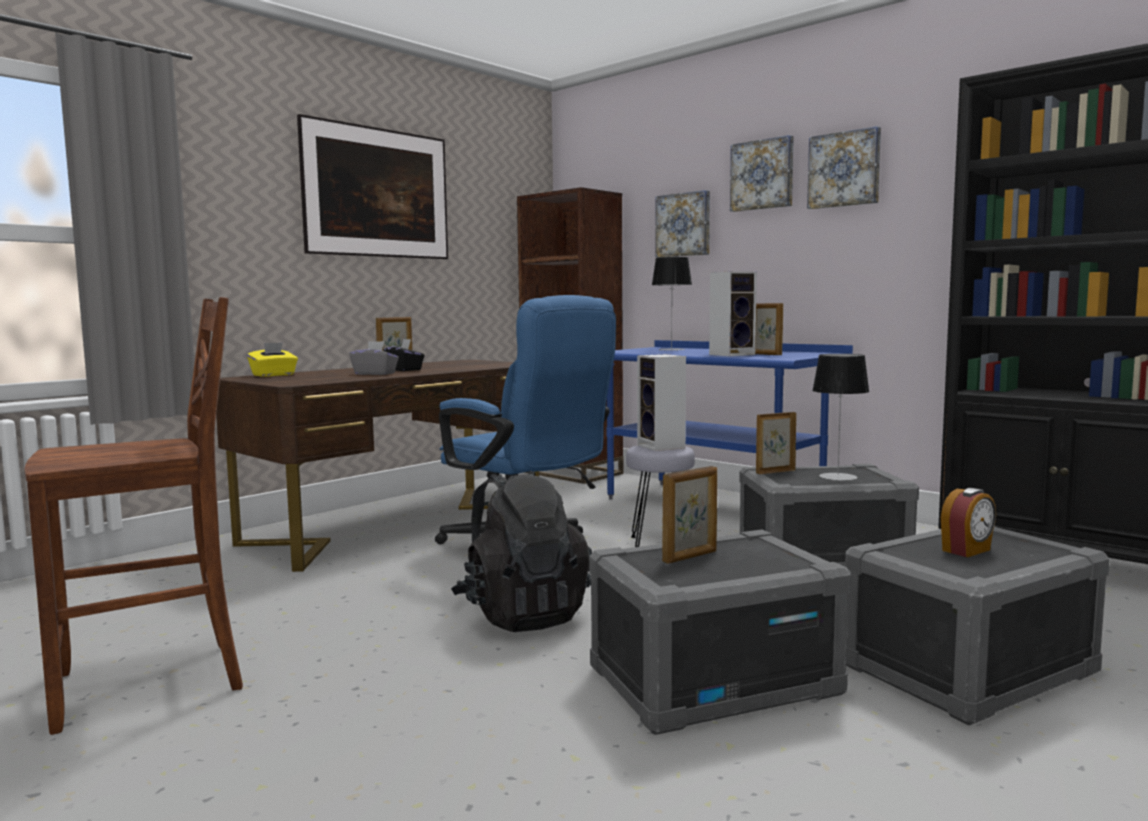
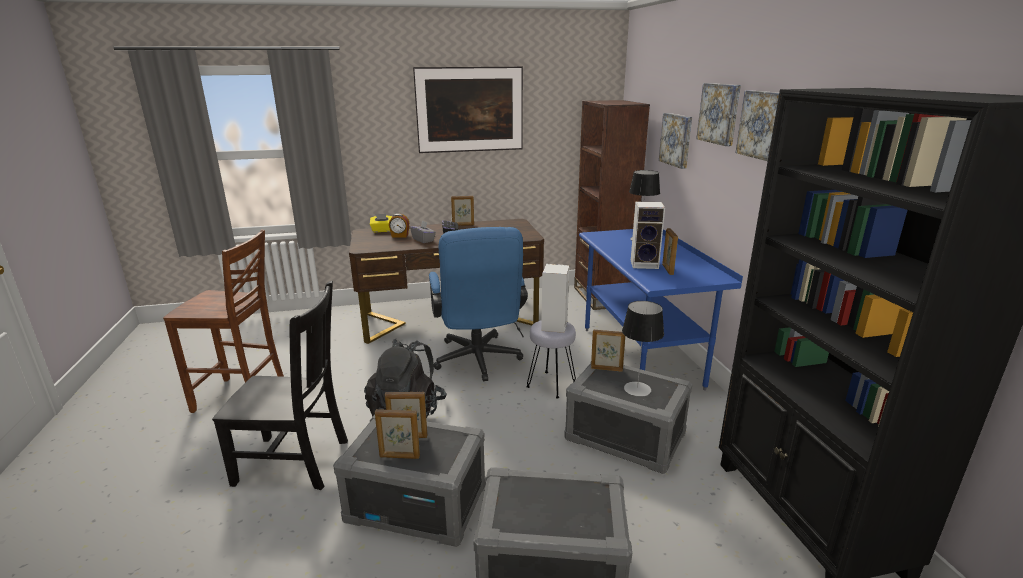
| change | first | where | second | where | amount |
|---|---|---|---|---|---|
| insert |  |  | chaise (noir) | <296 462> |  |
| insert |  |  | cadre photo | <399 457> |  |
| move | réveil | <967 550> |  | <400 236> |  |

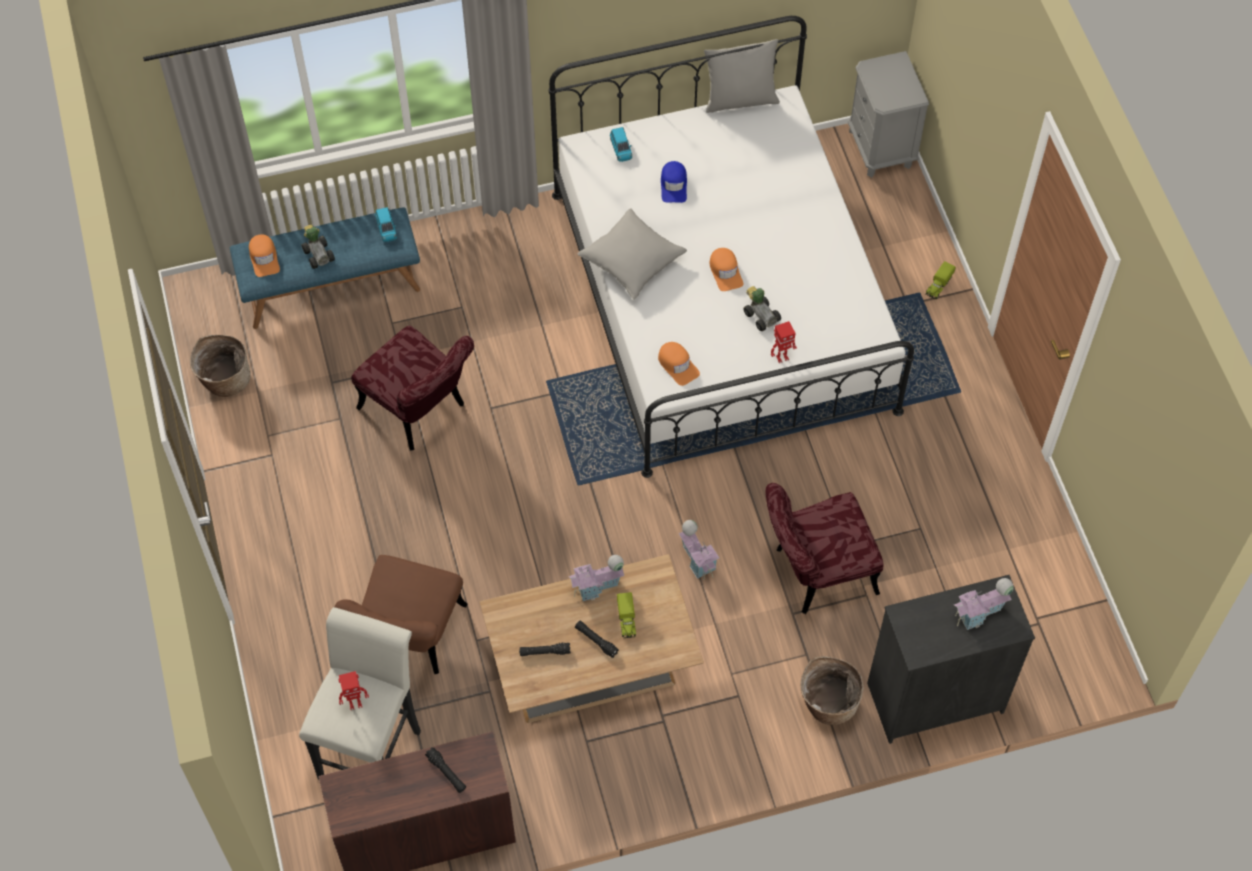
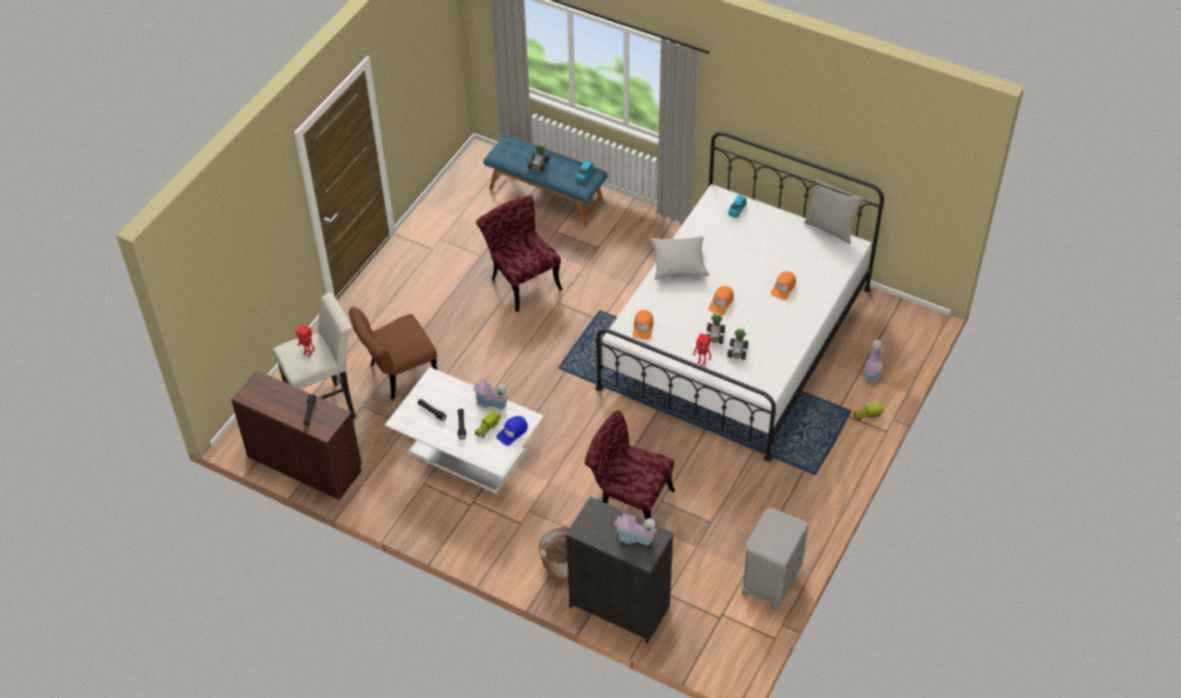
| change | first | where | second | where | amount |
|---|---|---|---|---|---|
| recolor | table basse (marron) | <592 663> | table basse (blanc) | <469 452> |  |
| rotate | chaise (rouge) | <419 412> |  | <521 280> | 150 degrees clockwise |
| move | casquette (bleu) | <674 185> |  | <512 432> |  |
| insert |  |  | petite voiture | <738 350> |  |
| move | table de chevet (gris) | <881 148> |  | <770 583> |  |
| move | casquette (orange) | <264 258> |  | <783 287> |  |
| move | maison miniature | <698 560> |  | <872 372> |  |
| delete | panier | <224 380> |  |  |  |

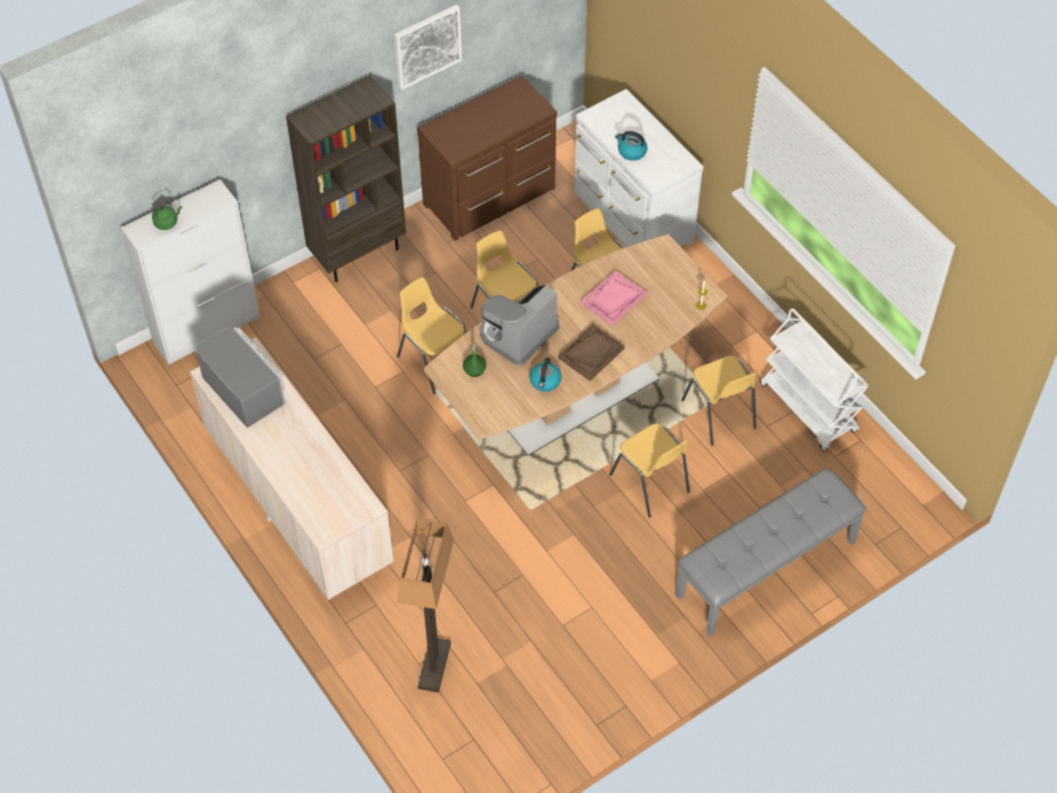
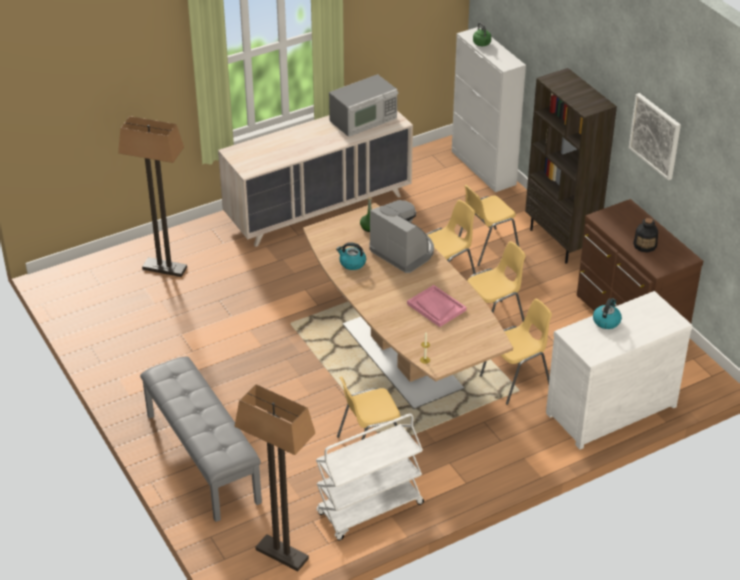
| change | first | where | second | where | amount |
|---|---|---|---|---|---|
| insert |  |  | lampadaire | <281 554> |  |
| move | chaise (jaune) | <650 484> |  | <486 247> |  |
| insert |  |  | bouteille | <645 245> |  |
| delete | plateau (marron) | <591 353> |  |  |  |

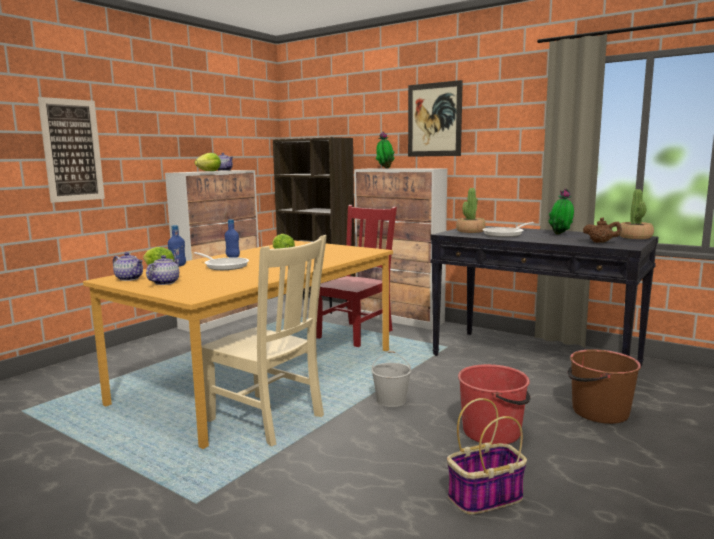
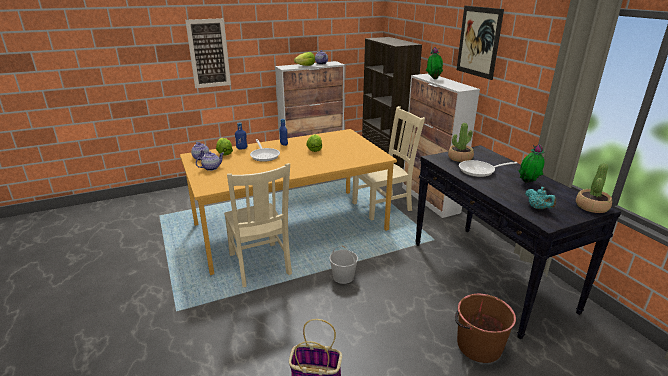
| change | first | where | second | where | amount |
|---|---|---|---|---|---|
| recolor | chaise (rouge) | <356 333> | chaise (beige) | <383 206> |  |
| recolor | théière (marron) | <601 242> | théière (turquoise) | <538 208> |  |
| delete | seau (rouge) | <492 432> |  |  |  |

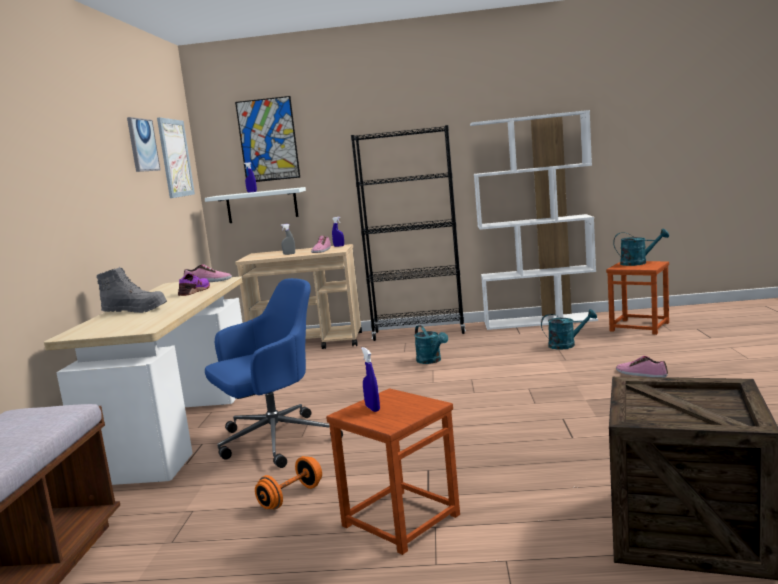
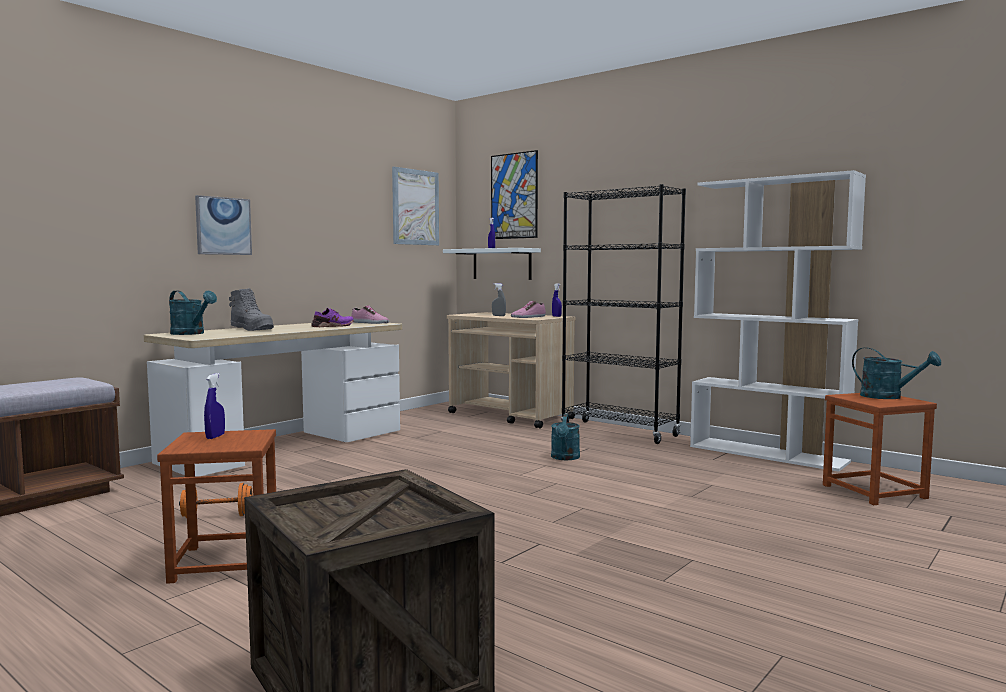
| change | first | where | second | where | amount |
|---|---|---|---|---|---|
| move | arrosoir (turquoise) | <567 345> |  | <191 333> |  |
| move | tableau | <142 145> |  | <223 226> |  |
| delete | chaise de bureau (bleu) | <274 441> |  |  |  |
| delete | chaussure | <641 373> |  |  |  |

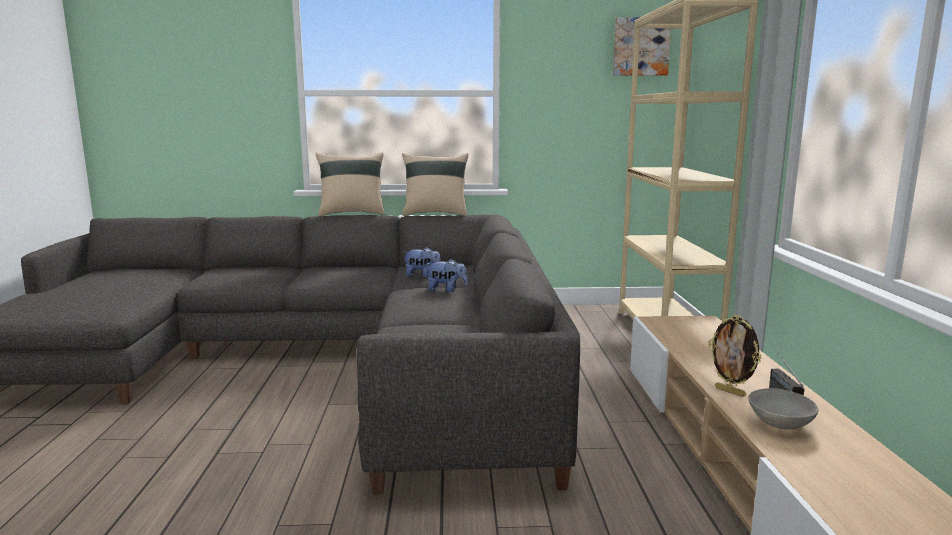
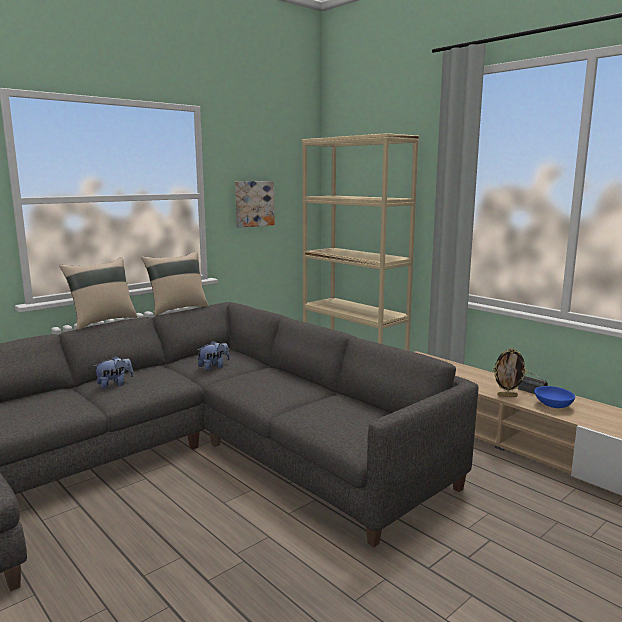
| change | first | where | second | where | amount |
|---|---|---|---|---|---|
| move | peluche | <446 290> |  | <114 384> |  |
| move | tableau | <640 47> |  | <253 203> |  |
| recolor | bol (gris) | <781 423> | bol (bleu) | <553 405> |  |

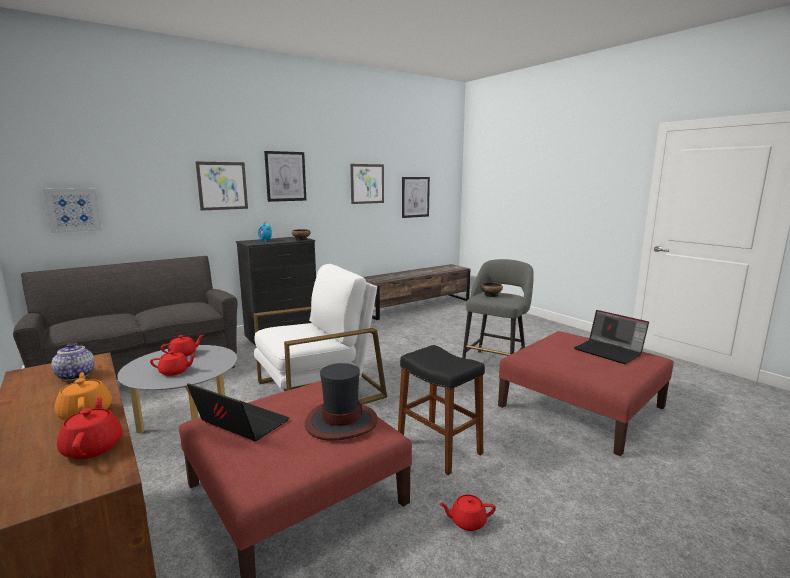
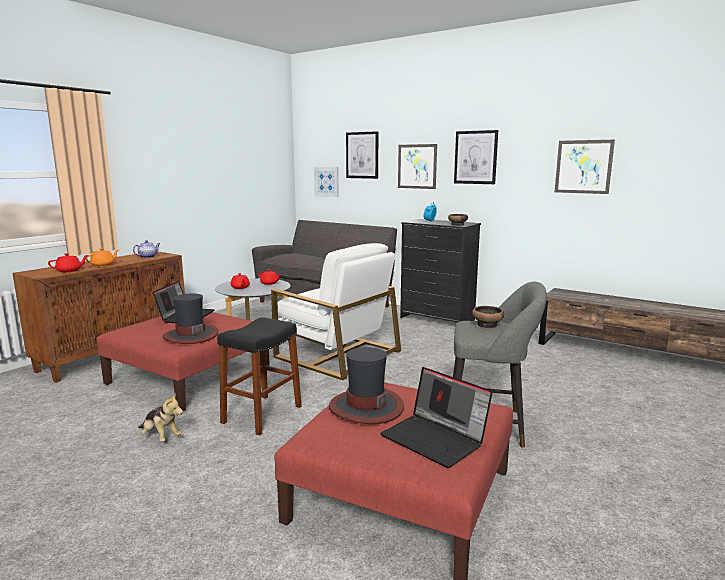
| change | first | where | second | where | amount |
|---|---|---|---|---|---|
| replace | théière (rouge) | <467 521> | peluche | <160 437> |  |
| insert |  |  | chapeau | <365 407> |  |
| move | tableau | <415 197> |  | <362 155> |  |
| rotate | ordinateur portable | <609 352> |  | <436 439> | 75 degrees counterclockwise |

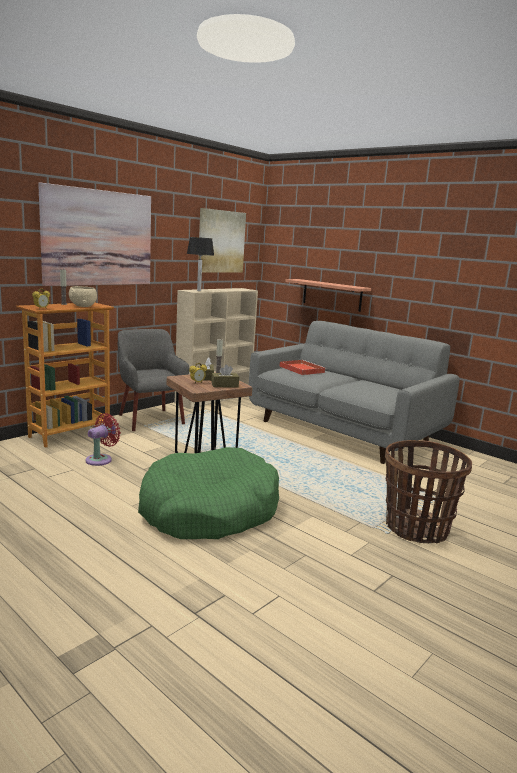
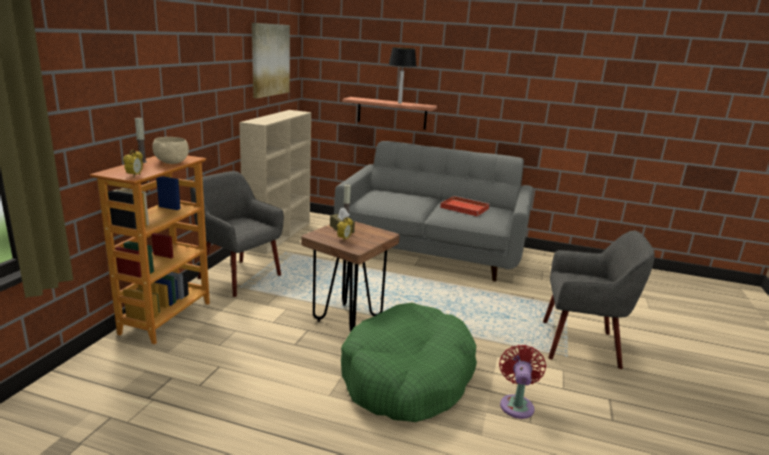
| change | first | where | second | where | amount |
|---|---|---|---|---|---|
| move | lampe de table | <199 291> |  | <399 103> |  |
| move | plateau (rouge) | <301 369> |  | <463 208> |  |
| move | ventilateur (rouge) | <101 459> |  | <517 404> |  |
| replace | panier | <416 529> | fauteuil (gris) | <581 344> |  |
| delete | tableau | <98 238> |  |  |  |
| delete | boîte à mouchoirs (marron) | <224 385> |  |  |  |

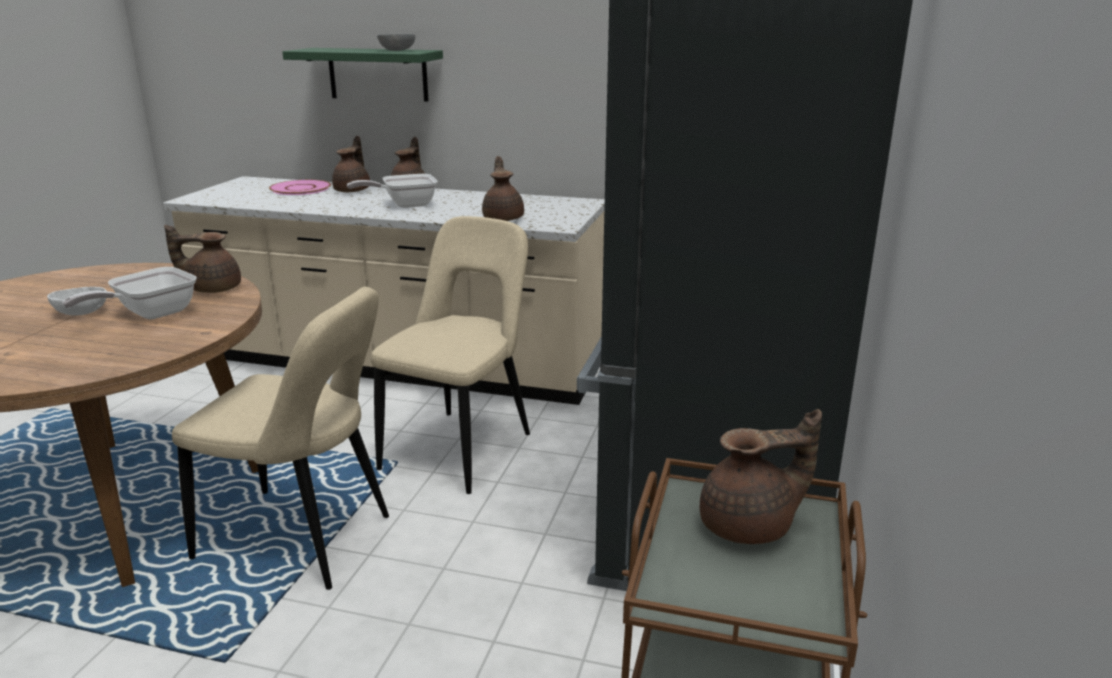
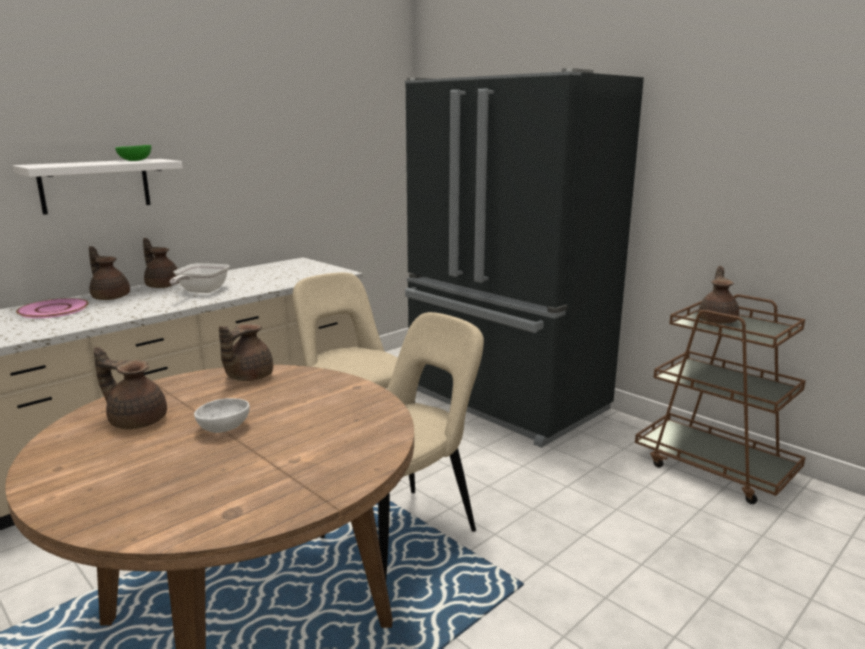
| change | first | where | second | where | amount |
|---|---|---|---|---|---|
| recolor | étagère (vert) | <378 74> | étagère (blanc) | <95 185> |  |
| move | théière (marron) | <503 218> |  | <136 420> |  |
| recolor | bol (gris) | <396 50> | bol (vert) | <134 160> |  |
| delete | poêle | <149 314> |  |  |  |

